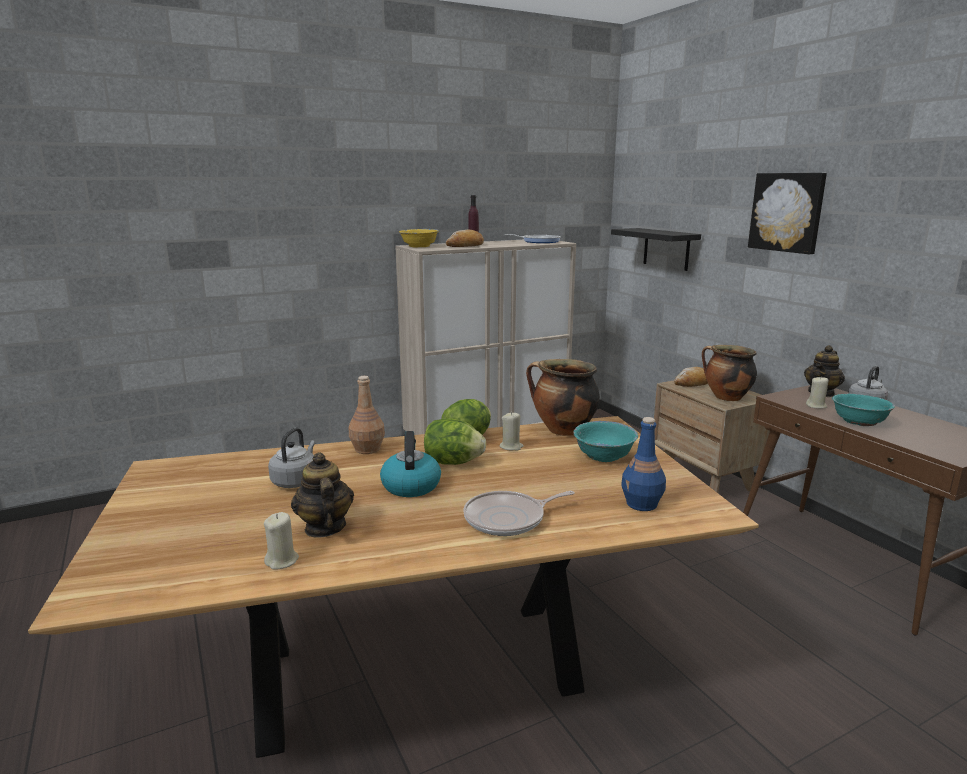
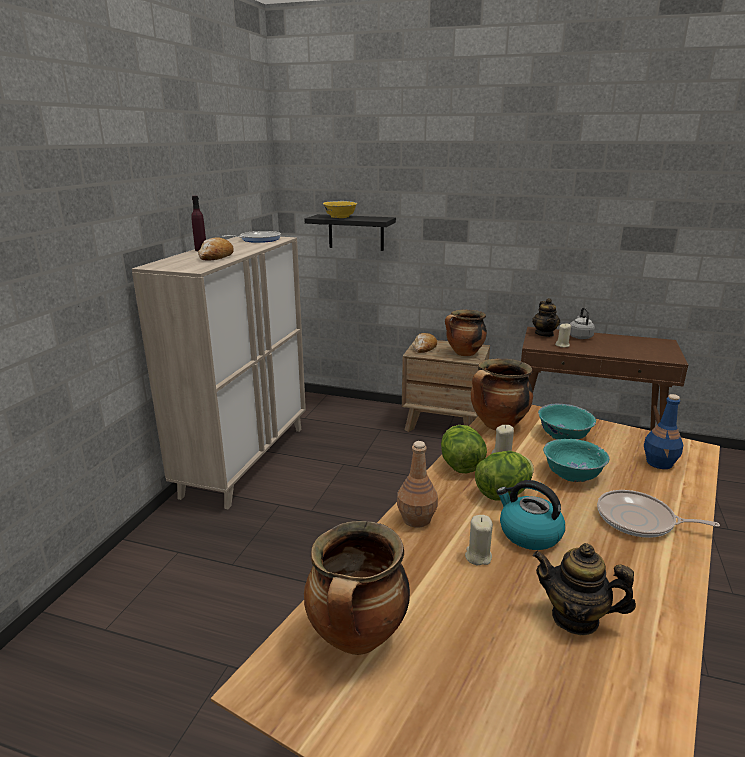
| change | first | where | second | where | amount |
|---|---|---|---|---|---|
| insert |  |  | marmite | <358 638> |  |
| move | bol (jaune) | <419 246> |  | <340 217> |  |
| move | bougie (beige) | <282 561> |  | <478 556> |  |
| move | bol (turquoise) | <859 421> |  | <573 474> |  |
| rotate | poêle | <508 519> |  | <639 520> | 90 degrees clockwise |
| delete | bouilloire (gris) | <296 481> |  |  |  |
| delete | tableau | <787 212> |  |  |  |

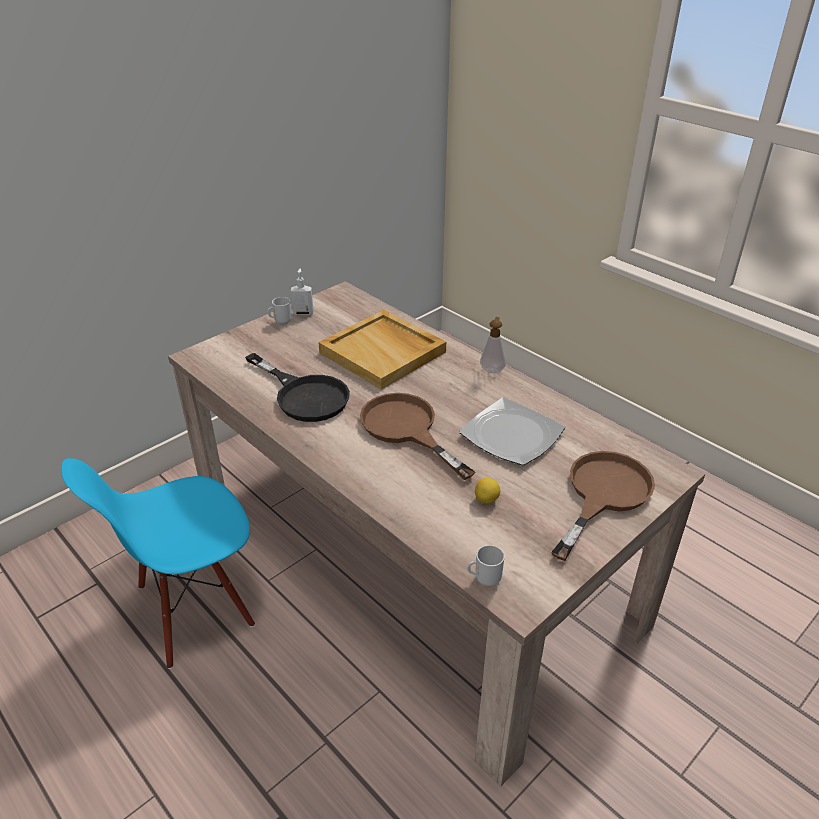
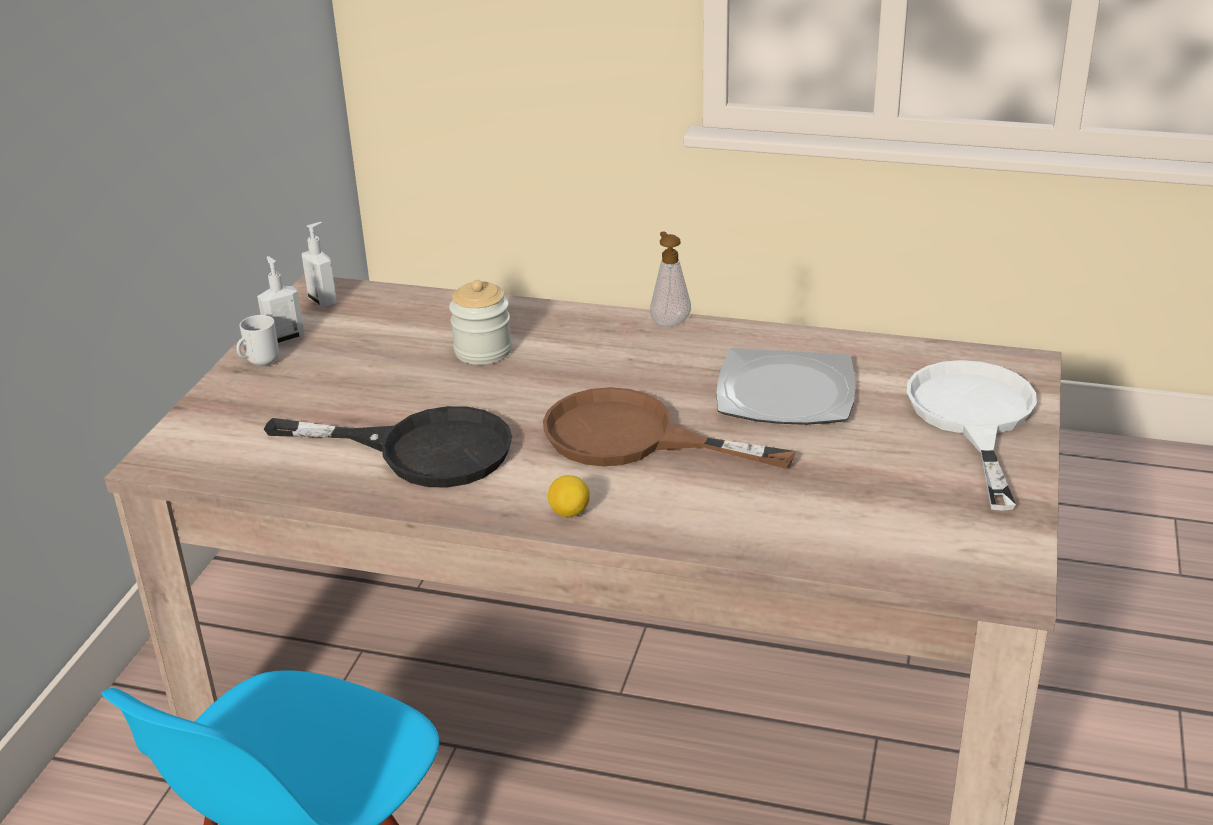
| change | first | where | second | where | amount |
|---|---|---|---|---|---|
| insert |  |  | distributeur de savon | <323 301> |  |
| replace | plateau (beige) | <384 352> | bocal | <483 351> |  |
| move | citron | <487 499> |  | <569 512> |  |
| recolor | poêle (marron) | <603 494> | poêle (blanc) | <973 418> |  |
| delete | mug | <485 579> |  |  |  |

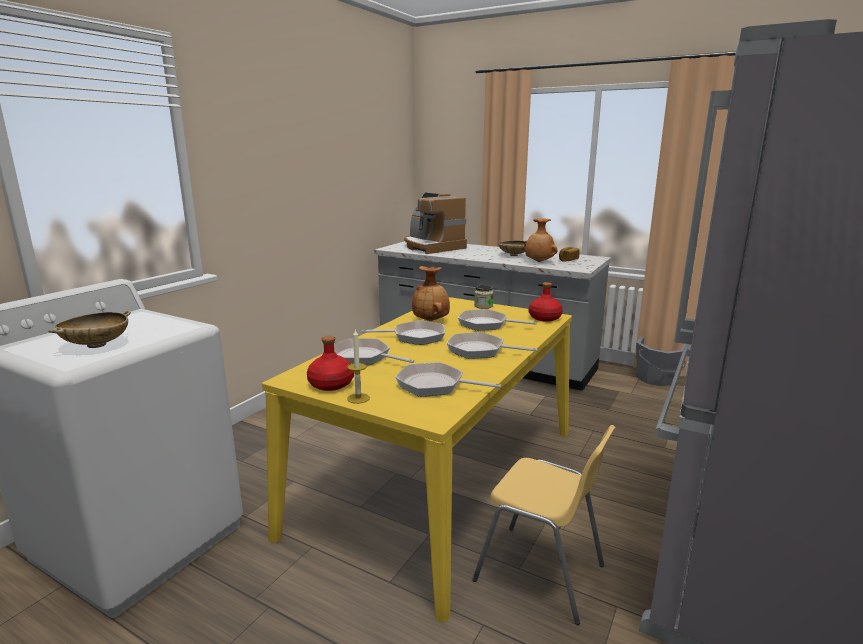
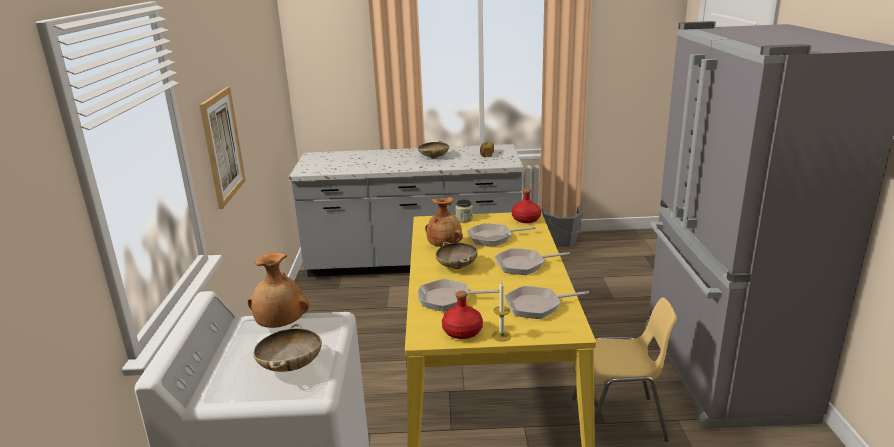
| change | first | where | second | where | amount |
|---|---|---|---|---|---|
| insert |  |  | tableau | <222 146> |  |
| move | vase (marron) | <539 262> |  | <280 325> |  |
| replace | poêle | <415 337> | bol (beige) | <457 266> |  |
| delete | machine à café | <431 247> |  |  |  |

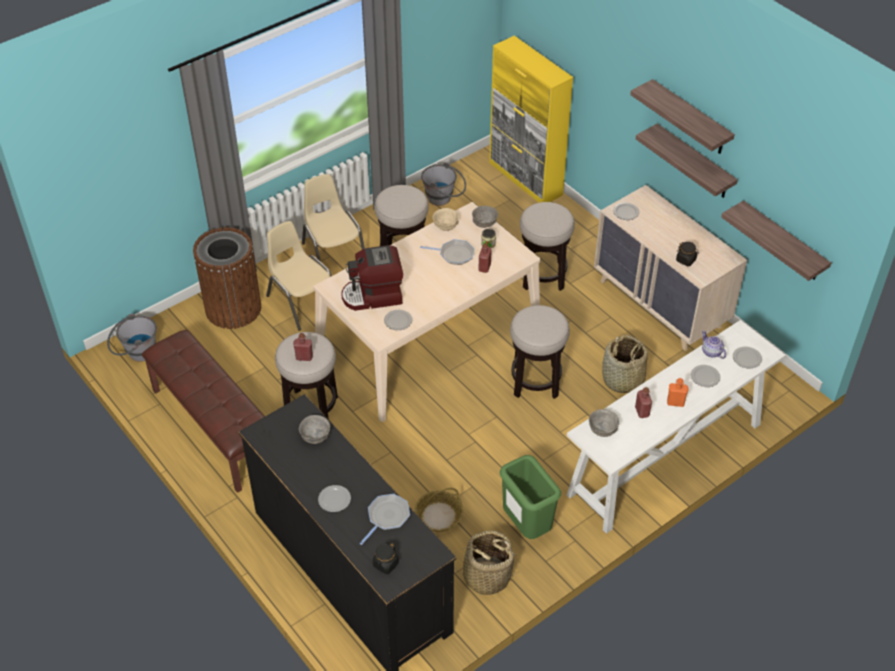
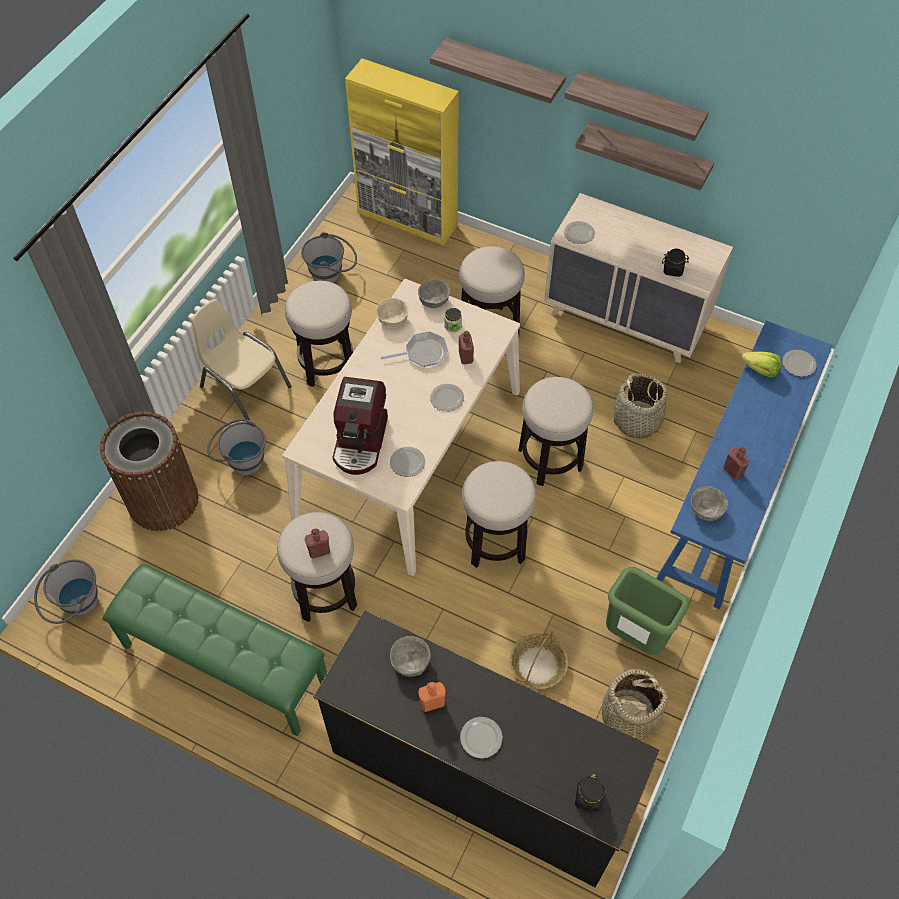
| change | first | where | second | where | amount |
|---|---|---|---|---|---|
| recolor | banc (marron) | <213 428> | banc (vert) | <224 665> |  |
| replace | chaise (beige) | <302 301> | seau (gris) | <241 460> |  |
| rotate | machine à café | <373 296> |  | <361 442> | 45 degrees counterclockwise |
| move | bouteille (orange) | <675 402> |  | <432 702> |  |
| move | étagère | <783 242> |  | <504 71> |  |
| move | assiette | <704 377> |  | <446 399> |  |
| insert |  |  | tabouret | <495 542> |  |
| recolor | table console (blanc) | <664 460> | table console (bleu) | <728 497> |  |
| replace | théière | <711 352> | laitue | <760 370> |  |
| delete | poêle | <387 517> |  |  |  |

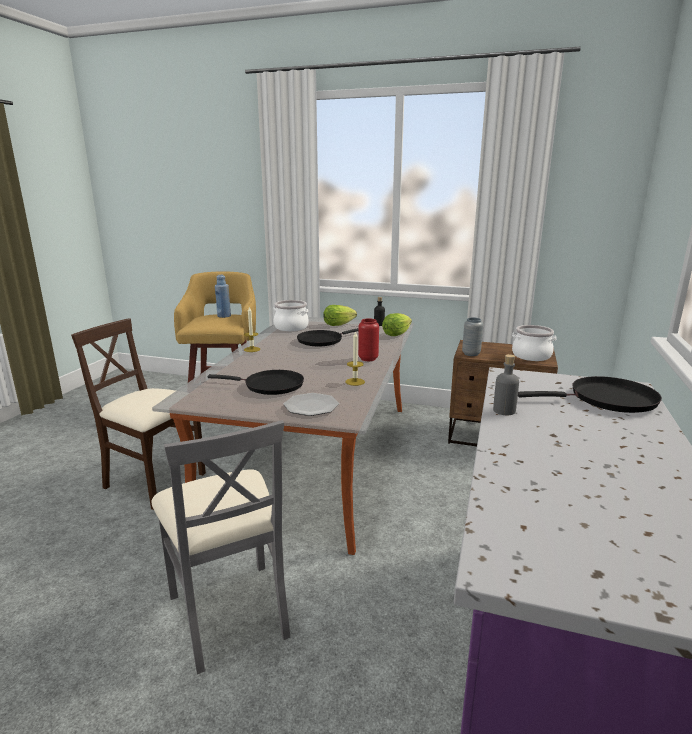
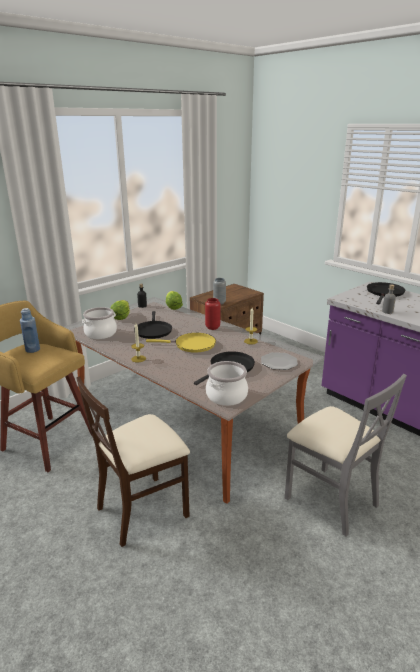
| change | first | where | second | where | amount |
|---|---|---|---|---|---|
| insert |  |  | poêle (jaune) | <192 345> |  |
| move | marmite | <531 356> |  | <226 396> |  |
| rotate | chaise (gris) | <229 612> |  | <331 499> | 45 degrees clockwise |

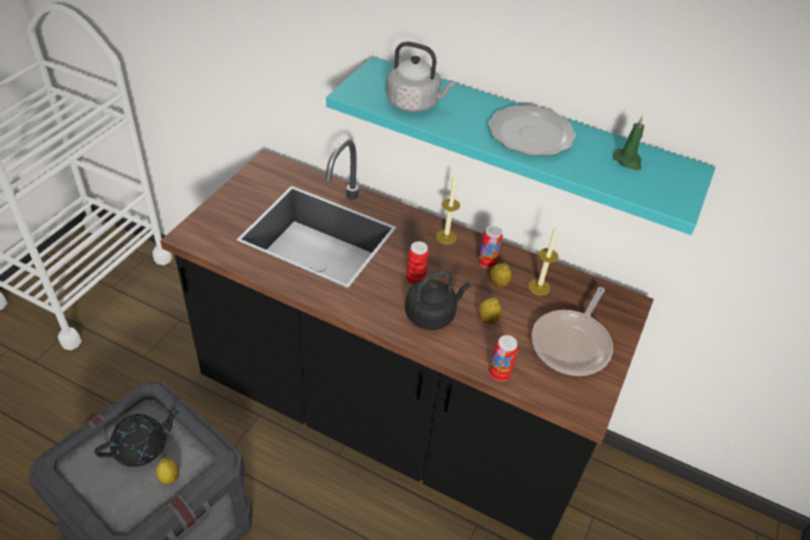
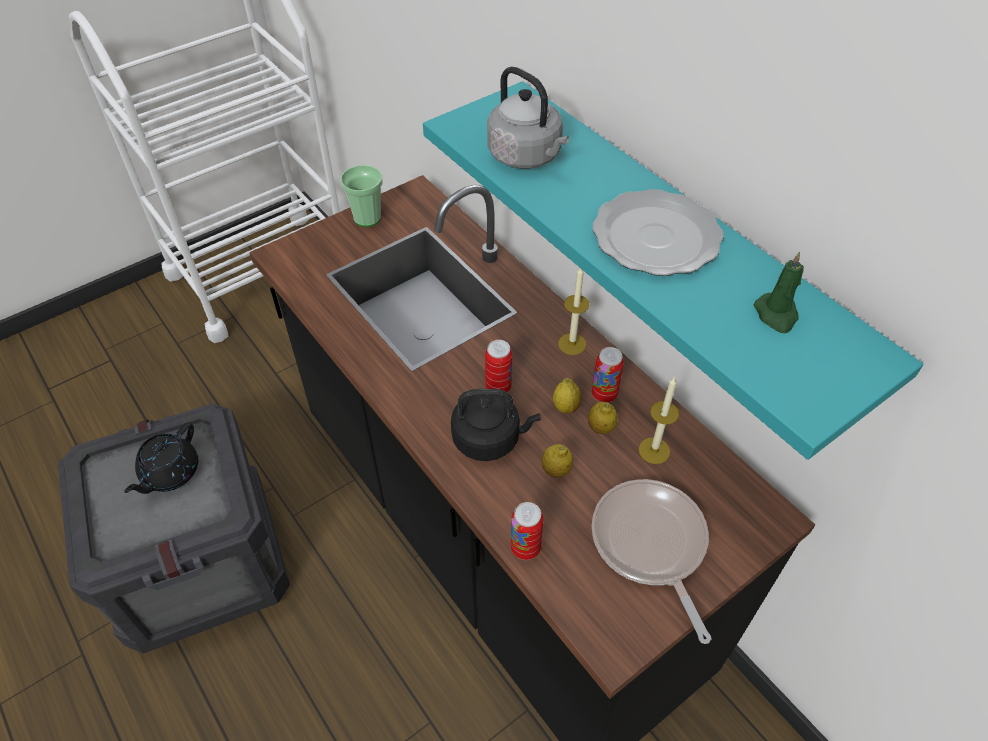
| change | first | where | second | where | amount |
|---|---|---|---|---|---|
| rotate | théière (noir) | <142 447> |  | <170 473> | 120 degrees clockwise |
| insert |  |  | tasse | <367 218> |  |
| move | citron | <169 477> |  | <566 407> |  |
| rotate | poêle | <572 344> |  | <650 545> | 105 degrees clockwise |

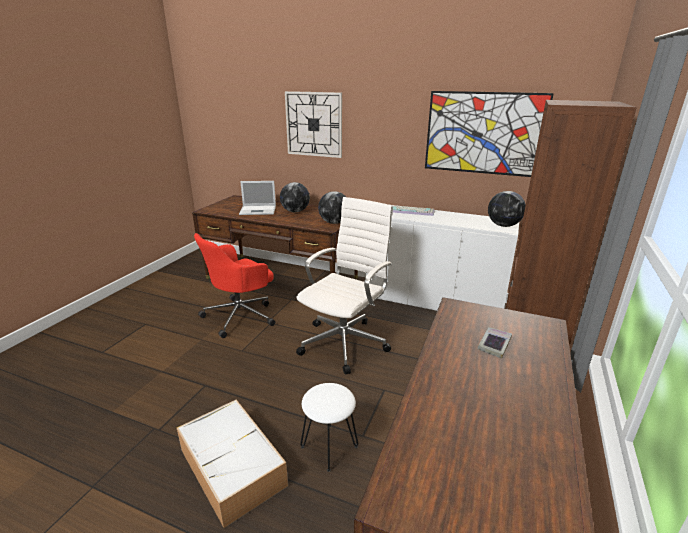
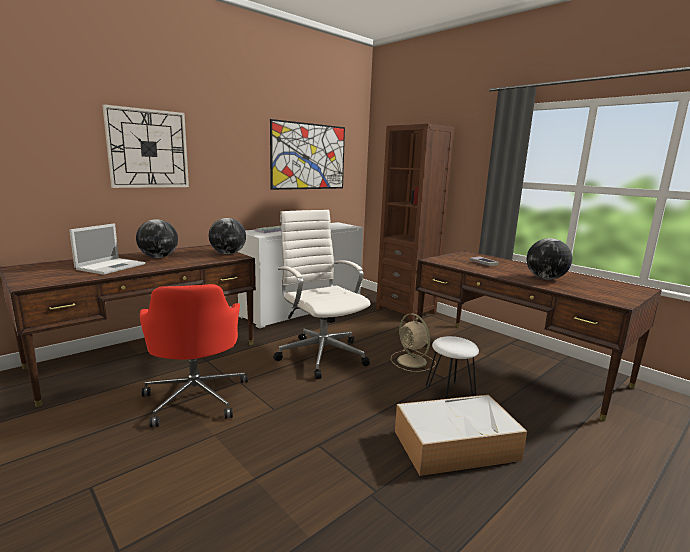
| change | first | where | second | where | amount |
|---|---|---|---|---|---|
| insert |  |  | ventilateur (beige) | <412 361> |  |
| move | globe | <503 225> |  | <545 278> |  |

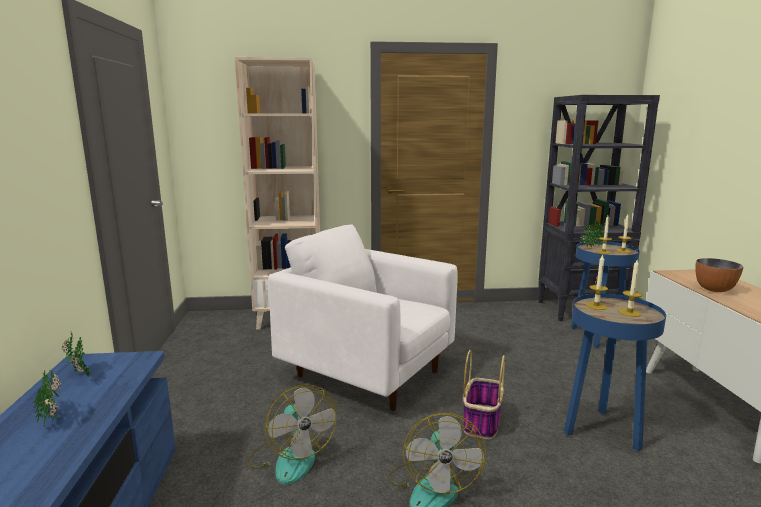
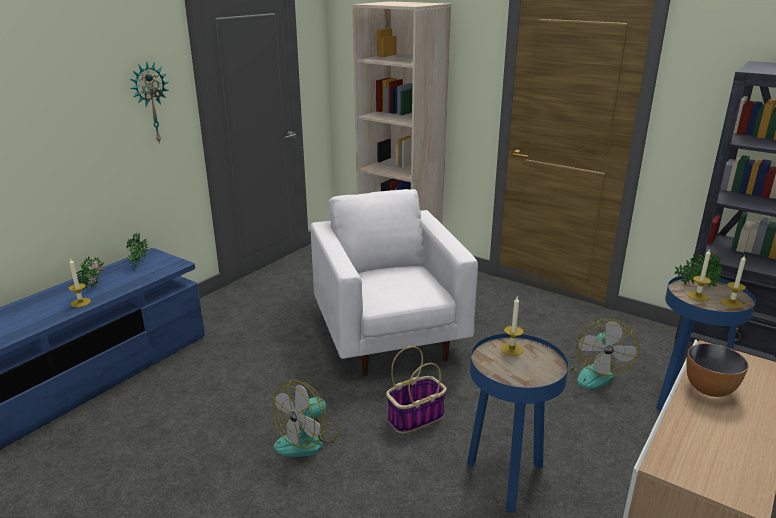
| change | first | where | second | where | amount |
|---|---|---|---|---|---|
| move | bougie | <629 312> |  | <80 302> |  |
| insert |  |  | horloge murale | <150 103> |  |
| move | ventilateur | <290 458> |  | <593 372> |  |

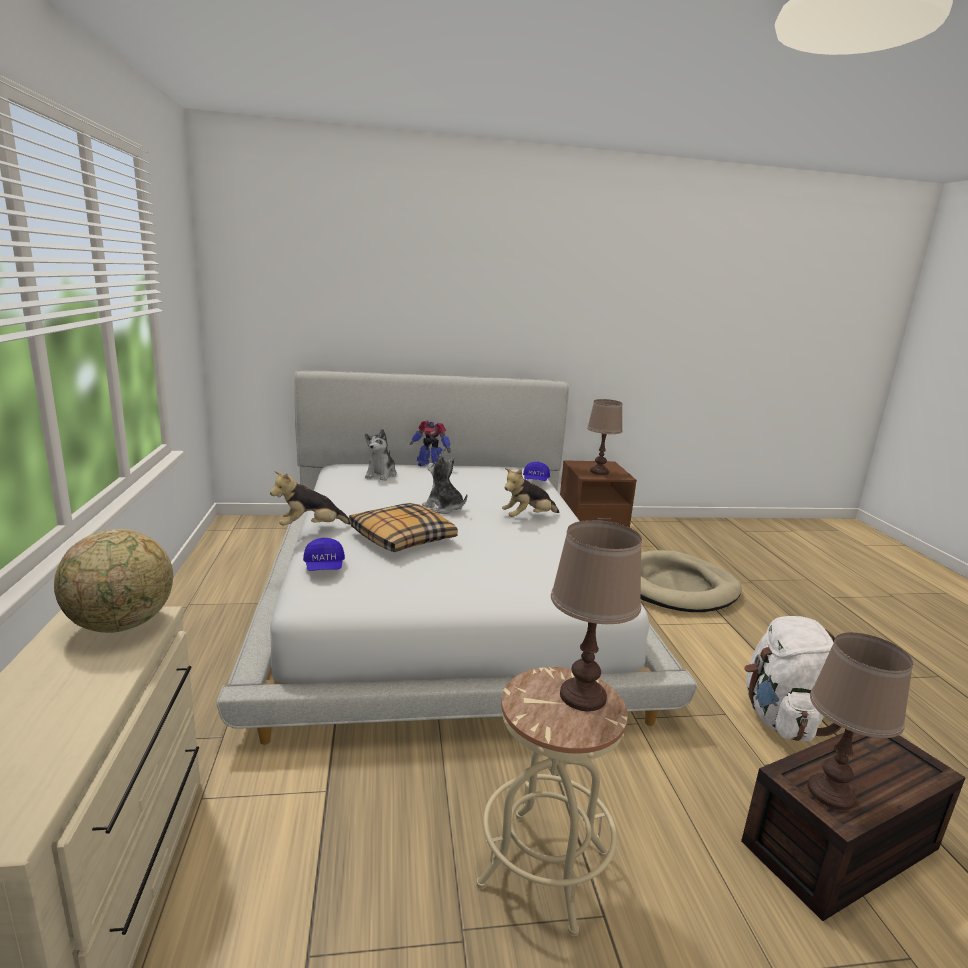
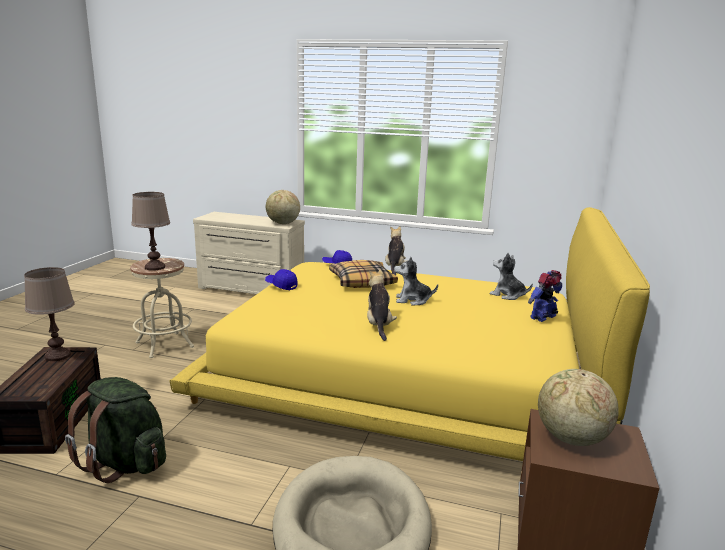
| change | first | where | second | where | amount |
|---|---|---|---|---|---|
| recolor | sac à dos (blanc) | <782 718> | sac à dos (vert) | <125 462> |  |
| recolor | lit (blanc) | <443 594> | lit (jaune) | <407 374> |  |
| move | casquette (bleu) | <535 481> |  | <281 285> |  |
| rotate | peluche | <444 508> |  | <412 300> | 150 degrees counterclockwise |
| replace | lampe de table (marron) | <599 472> | globe | <570 438> |  |

